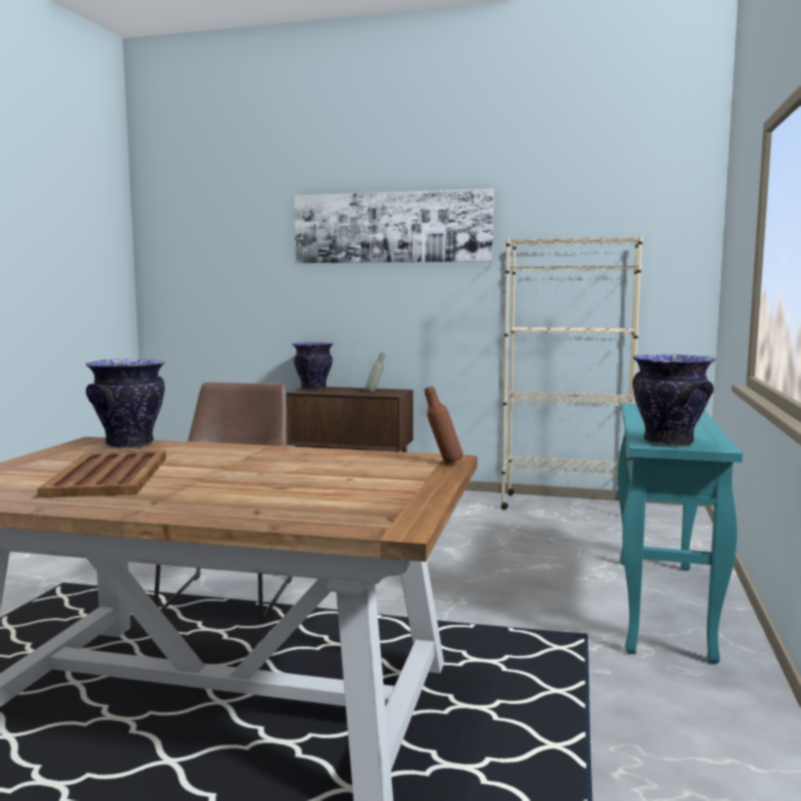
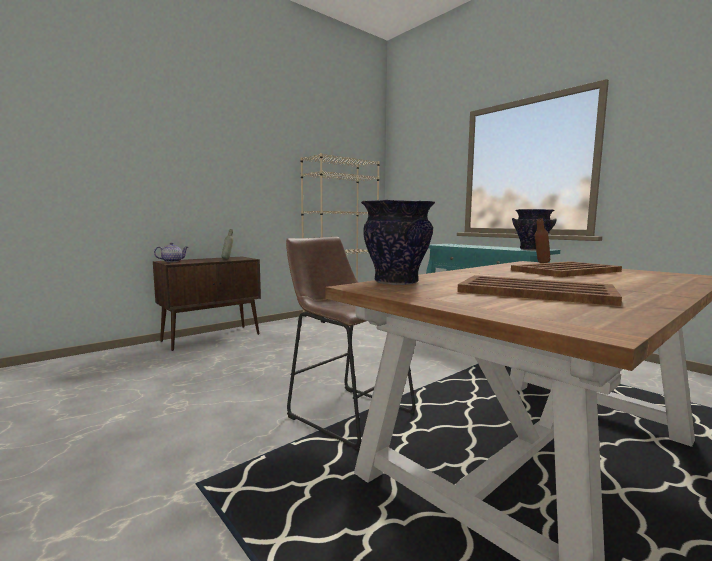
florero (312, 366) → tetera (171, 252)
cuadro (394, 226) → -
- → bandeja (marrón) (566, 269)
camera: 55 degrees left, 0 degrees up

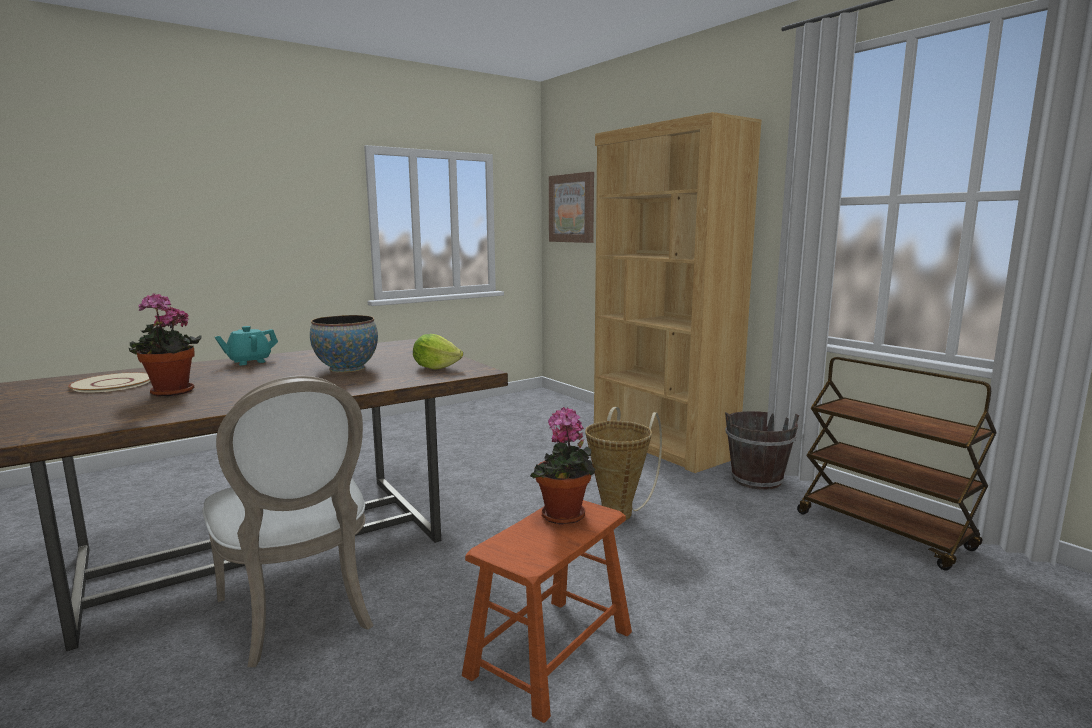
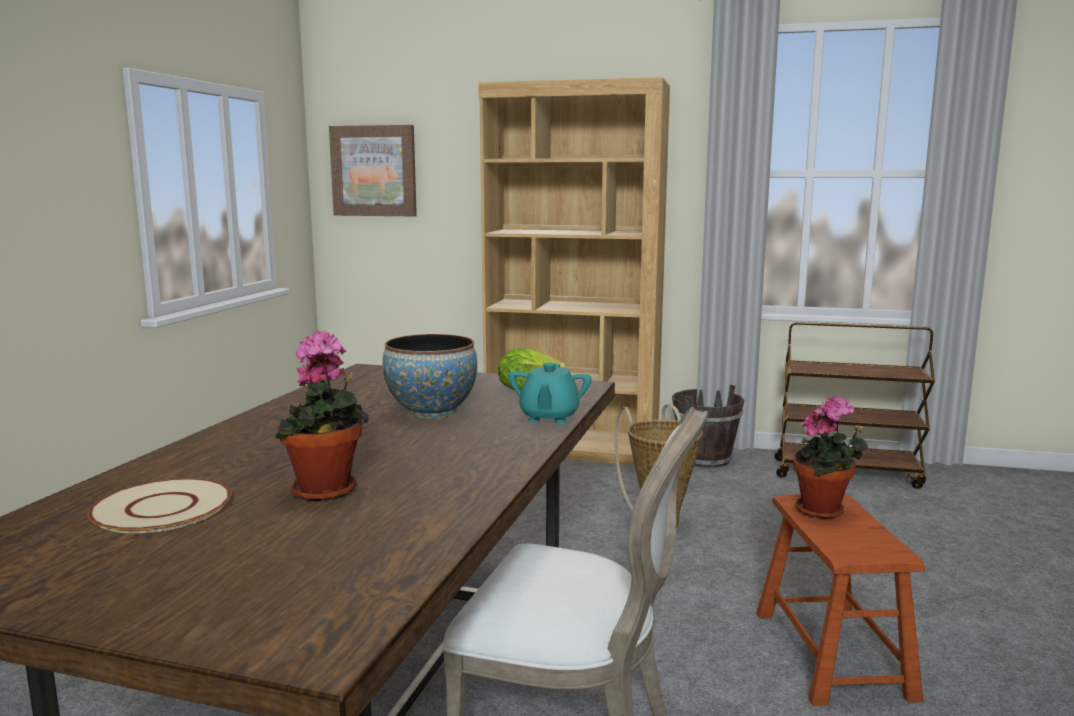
tetera (turquesa) (246, 345) → tetera (turquesa) (550, 393), shifted
camera: 40 degrees left, 0 degrees up

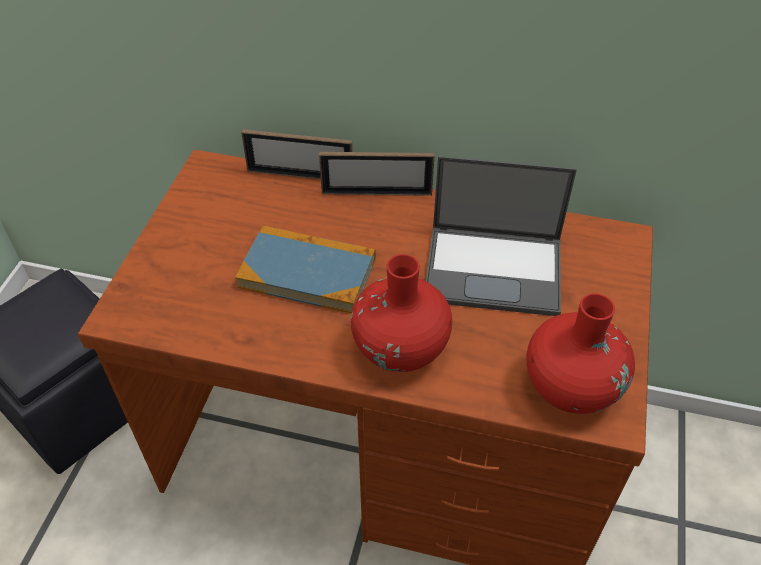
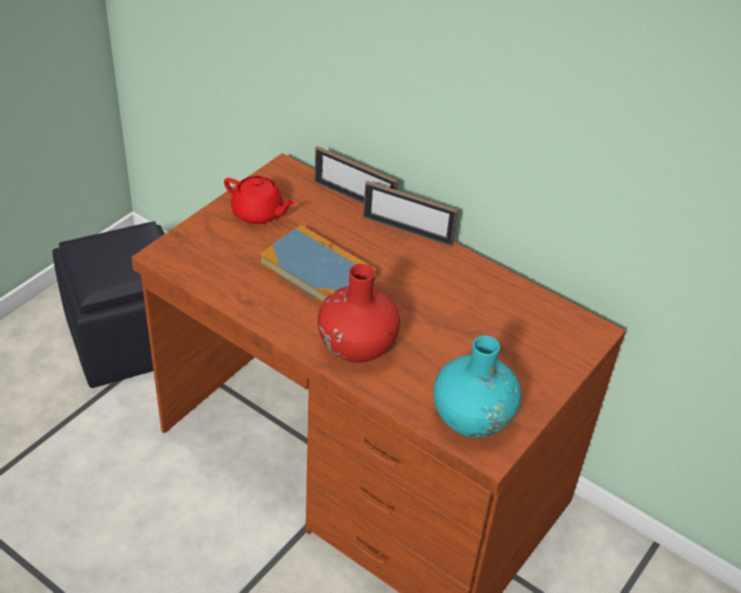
portátil (501, 236) → -
florero (rojo) (580, 353) → florero (turquesa) (477, 386)
- → tetera (rojo) (259, 200)
camera: 20 degrees right, 5 degrees down

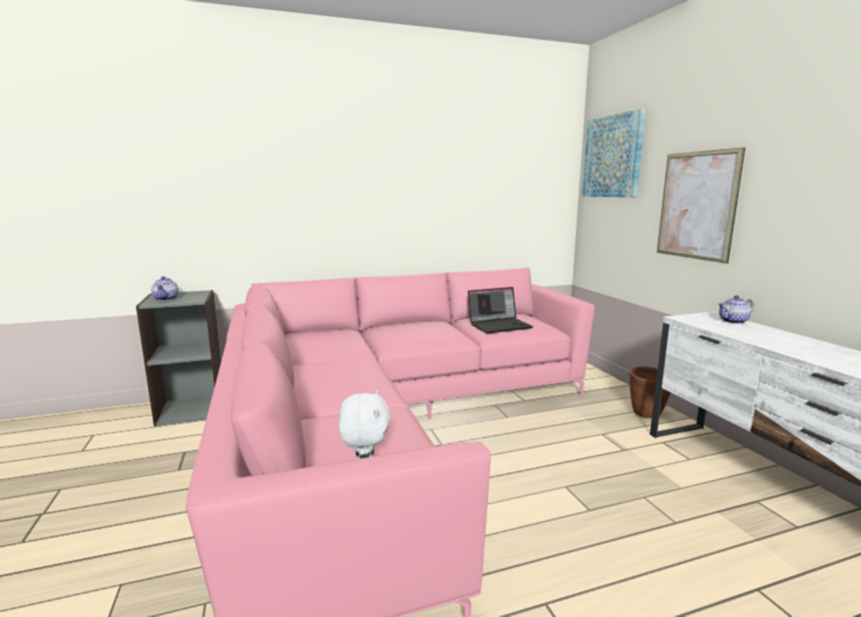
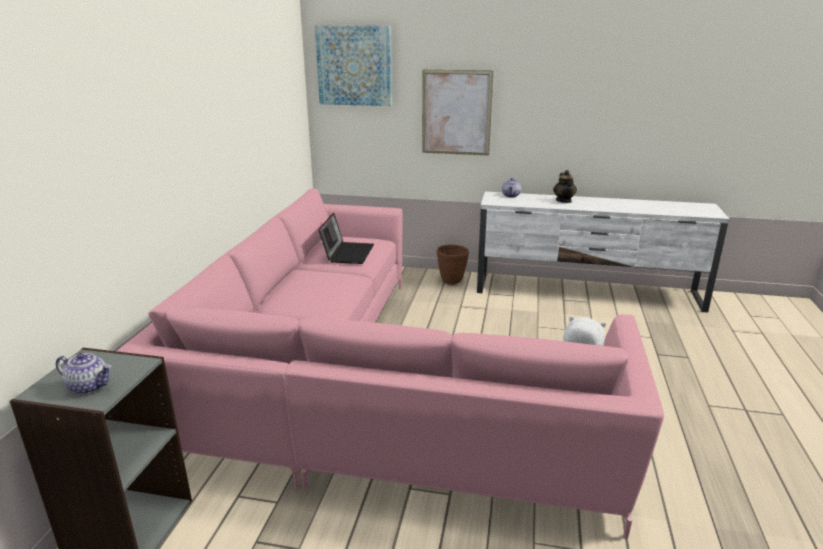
- → tetera (565, 186)
camera: 60 degrees left, 10 degrees up

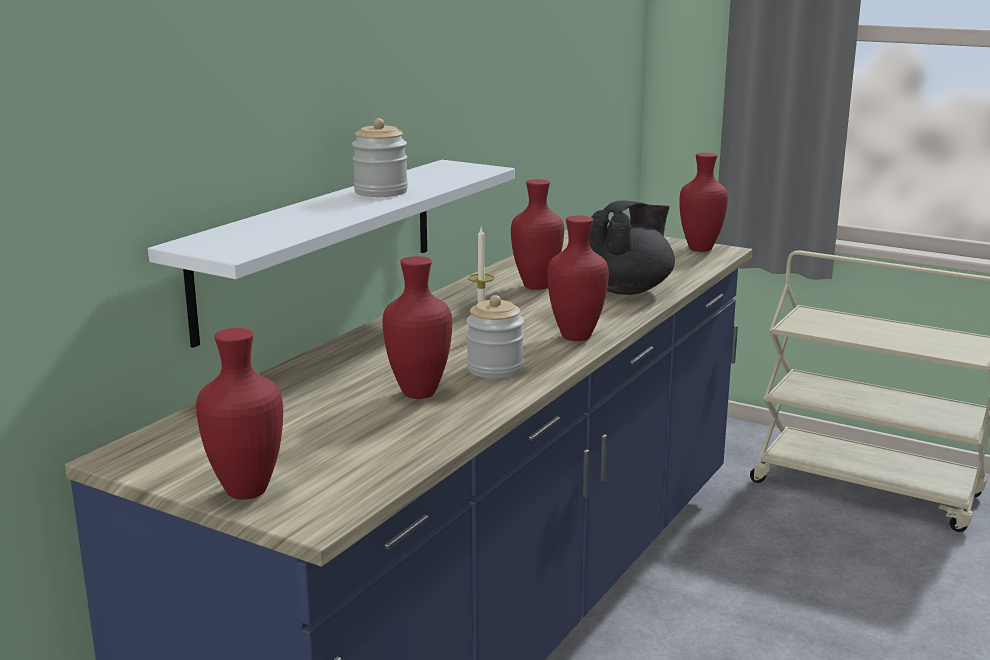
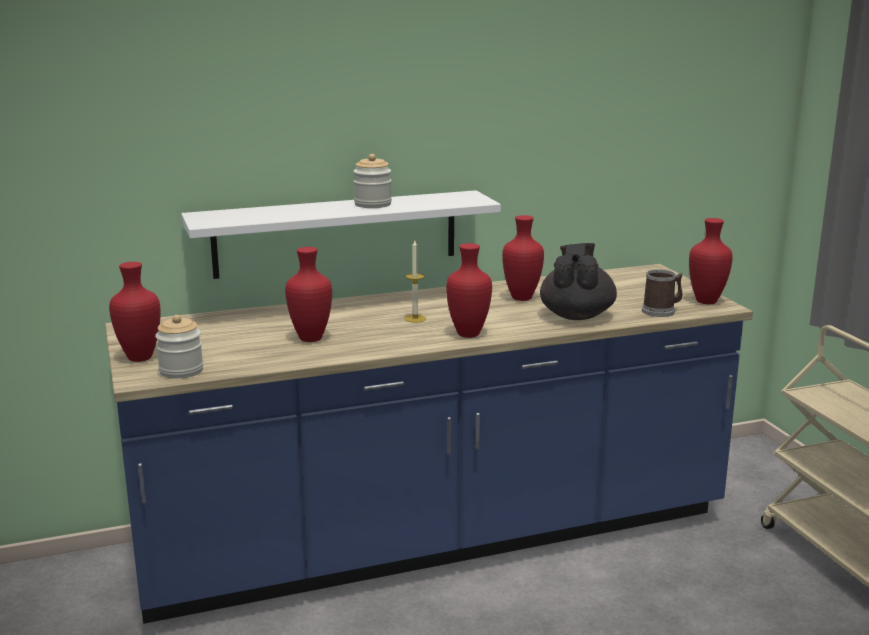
tarro (495, 337) → tarro (179, 347), shifted
tetera (negro) (632, 247) → tetera (negro) (578, 281), 75 degrees counterclockwise
- → taza grande (662, 293)
camera: 40 degrees right, 0 degrees up

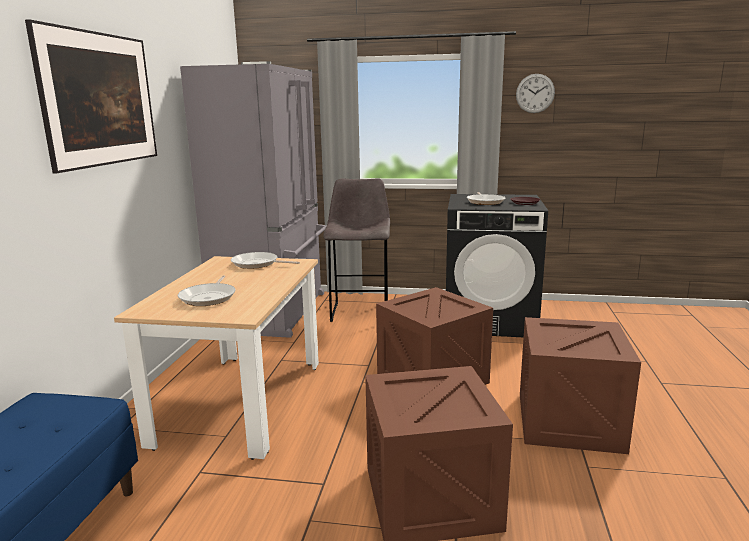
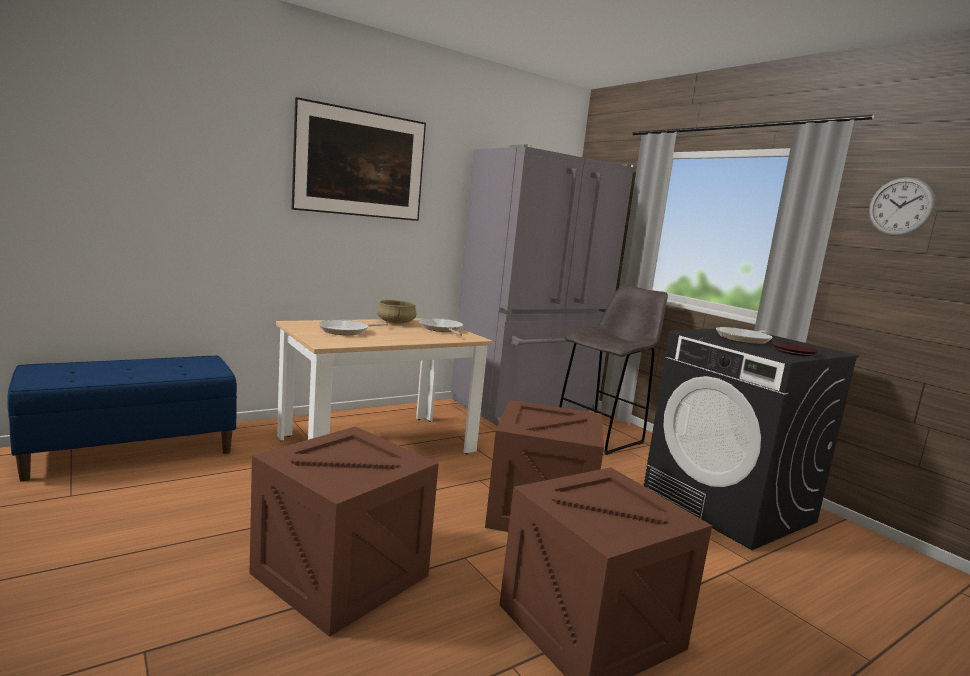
- → olla (beis) (397, 312)
camera: 45 degrees right, 5 degrees down

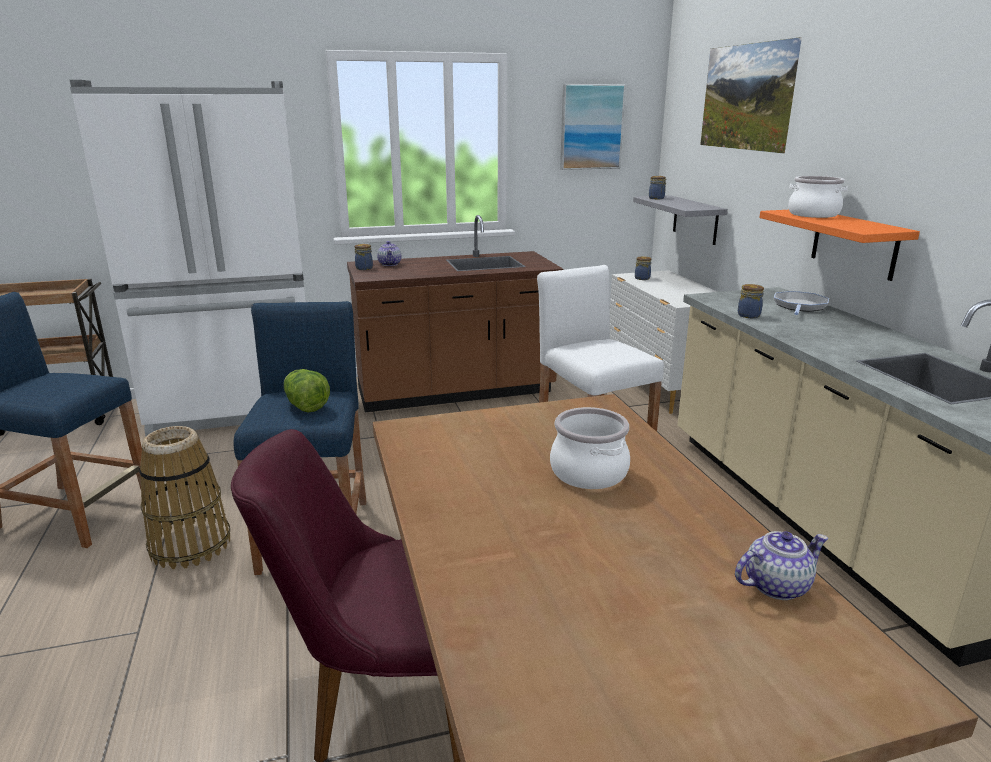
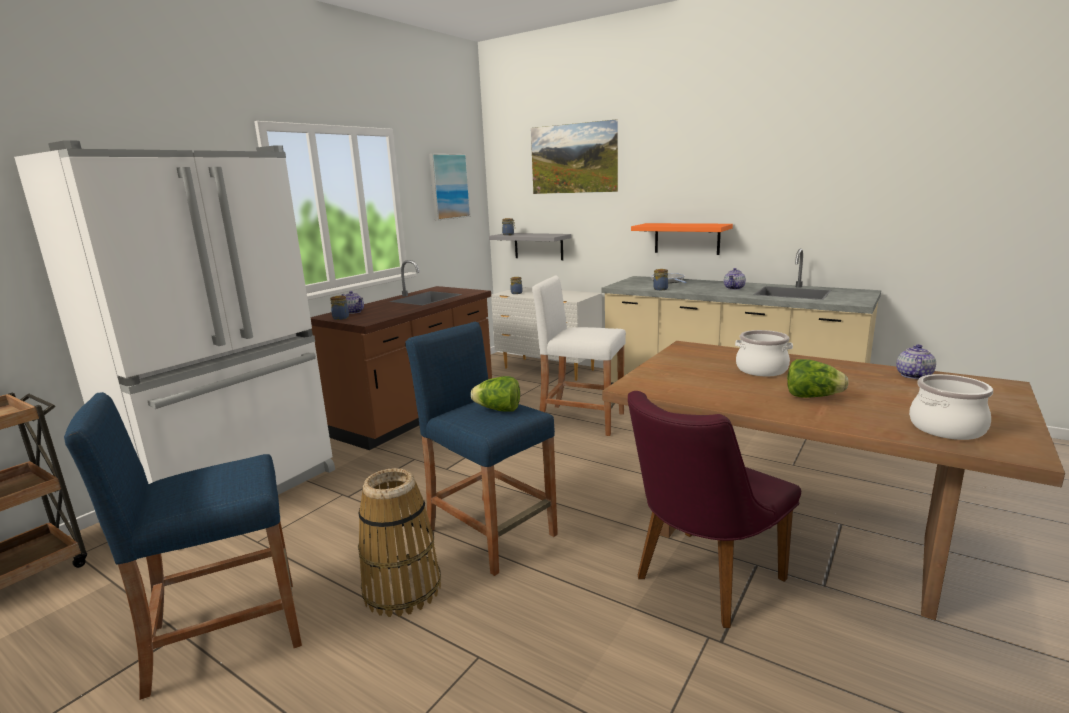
olla (818, 197) → olla (951, 407), shifted
- → tetera (735, 279)
- → lechuga (818, 378)
camera: 40 degrees left, 5 degrees down

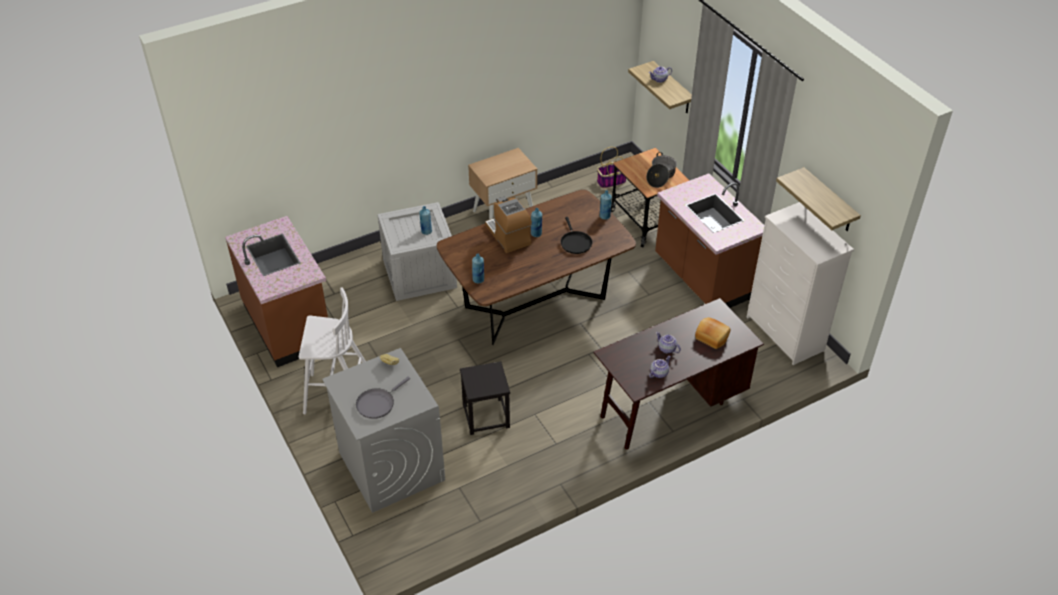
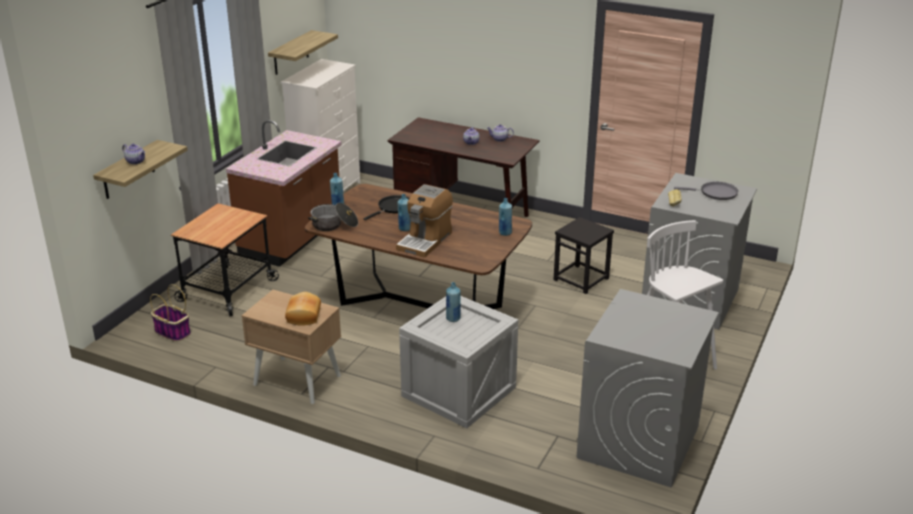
mueble bajo de cocina (marrón) (276, 292) → lavadora (gris) (648, 388)
olla (661, 170) → olla (333, 217), shifted
pan (713, 333) → pan (303, 309), shifted
camera: 125 degrees left, 15 degrees down

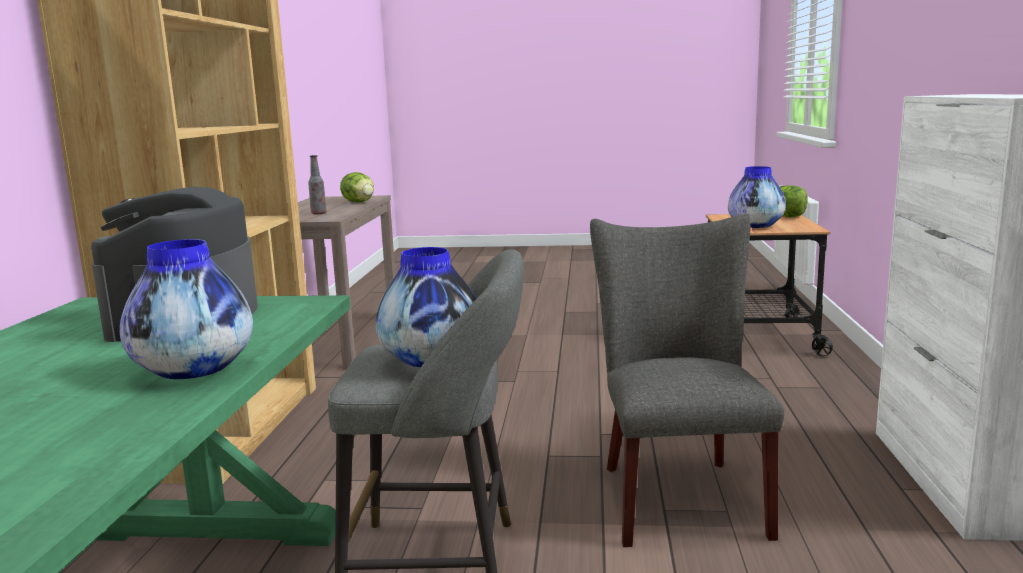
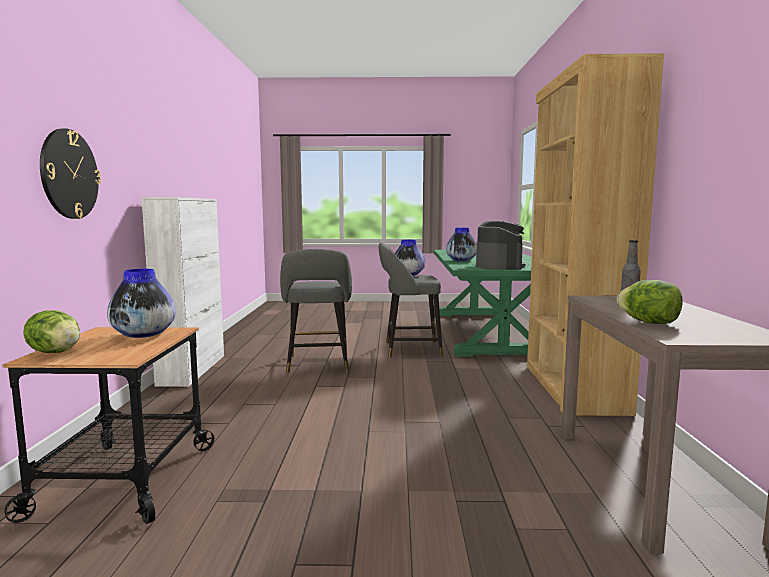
silla (gris) (687, 380) → taburete (gris) (316, 311)
- → reloj de pared (70, 174)
camera: 175 degrees right, 5 degrees down

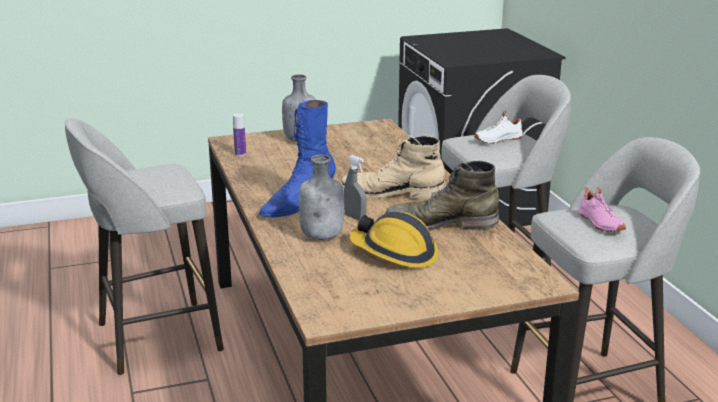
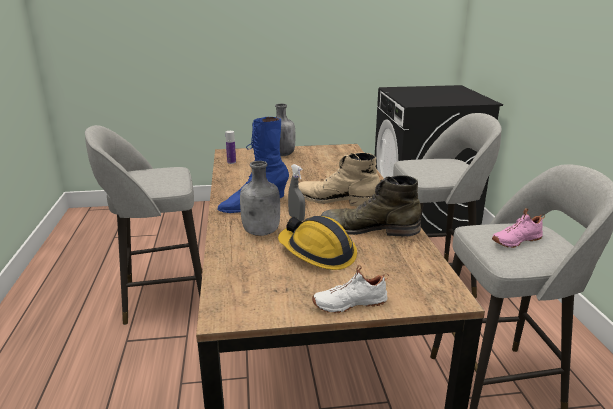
zapato (blanco) (498, 127) → zapato (blanco) (350, 289), shifted
zapato (rosa) (602, 209) → zapato (rosa) (518, 228), 75 degrees clockwise
camera: 10 degrees right, 0 degrees up

